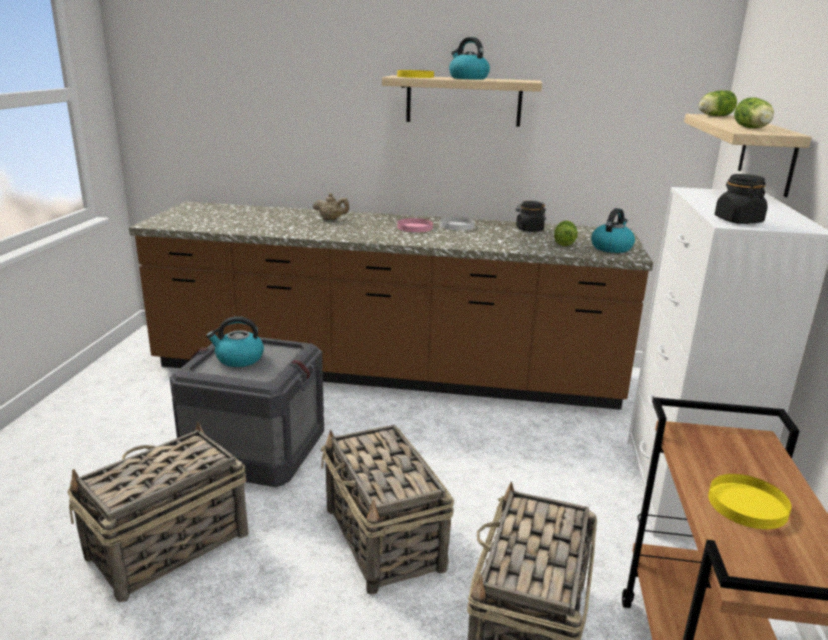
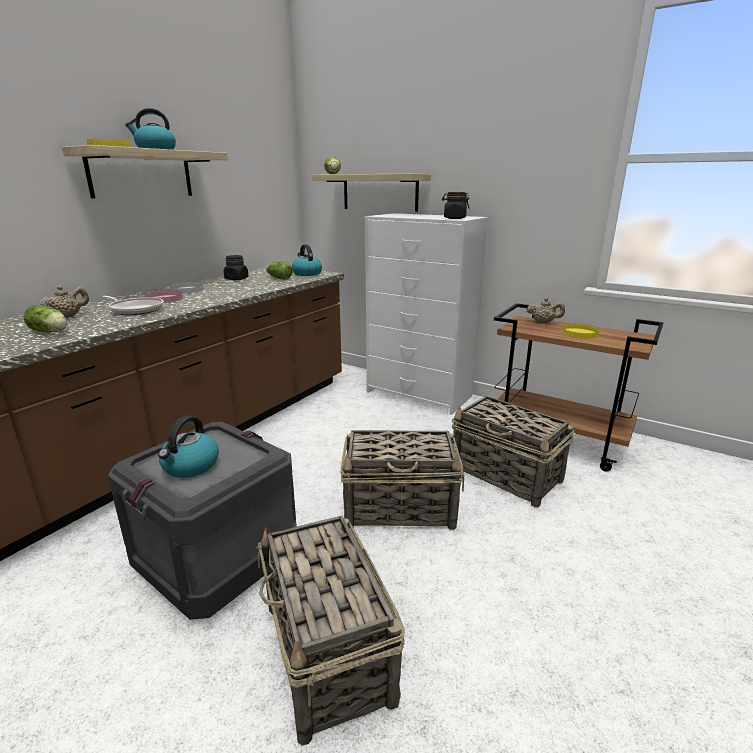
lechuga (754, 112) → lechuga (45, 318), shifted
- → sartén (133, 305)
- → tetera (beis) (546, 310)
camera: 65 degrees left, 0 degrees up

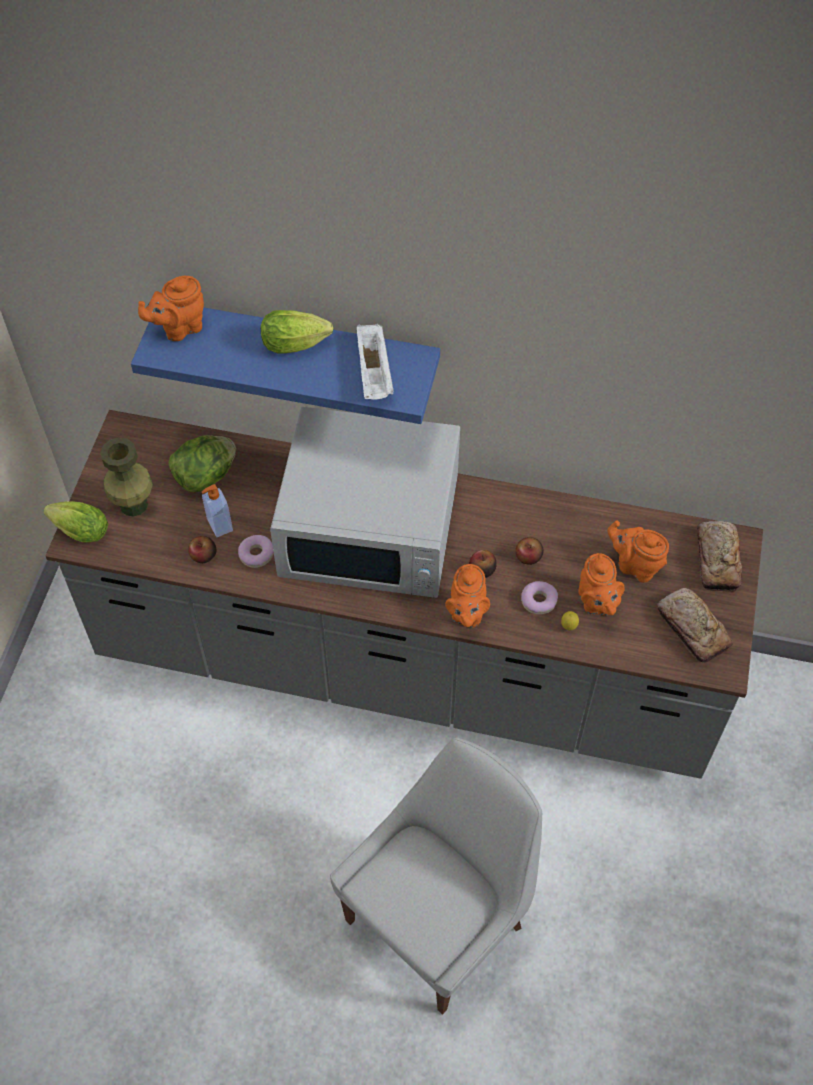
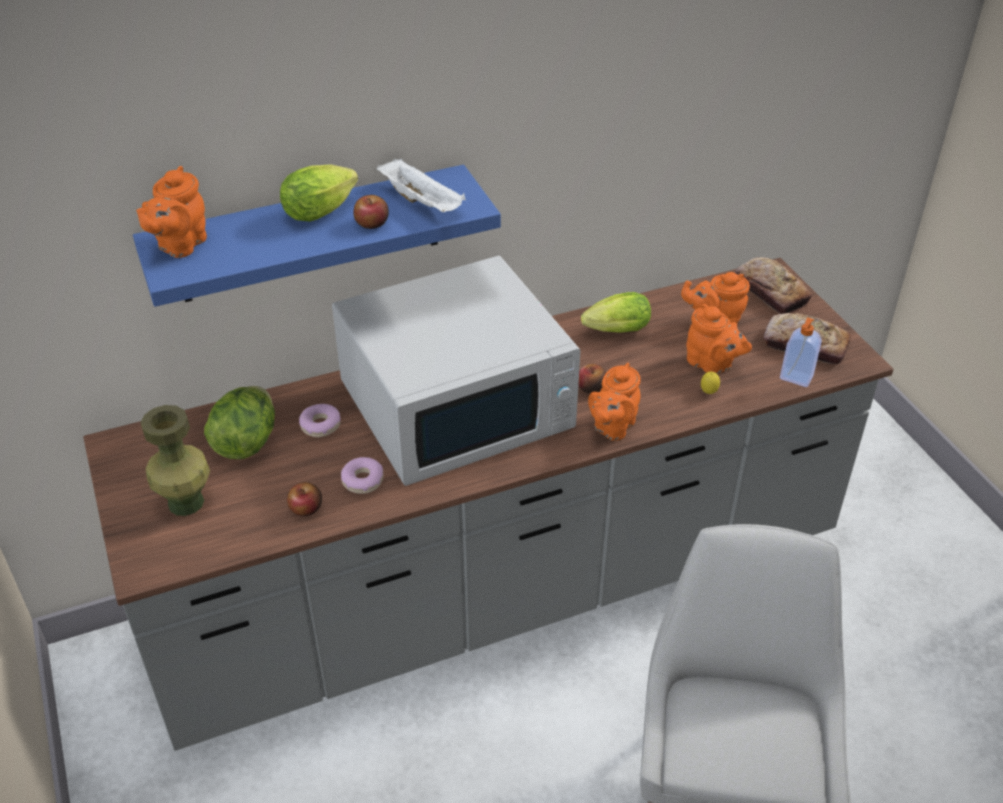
lechuga (76, 522) → lechuga (616, 312), shifted
dispensador de jabón (217, 510) → dispensador de jabón (801, 352), shifted
tetera (naranja) (467, 596) → tetera (naranja) (614, 402), 60 degrees clockwise
manzana (530, 551) → manzana (371, 212), shifted
rosquilla (539, 597) → rosquilla (320, 420), shifted
camera: 35 degrees left, 15 degrees down

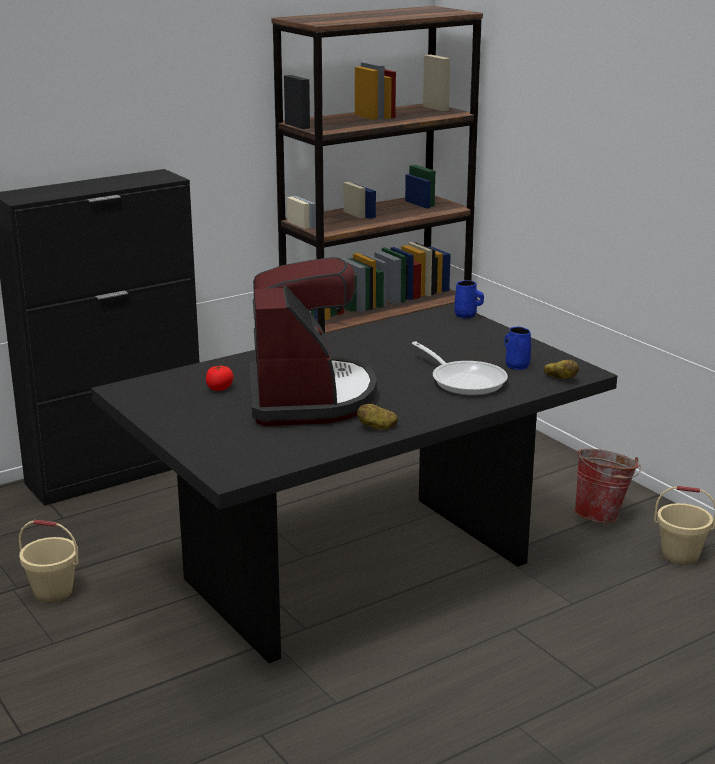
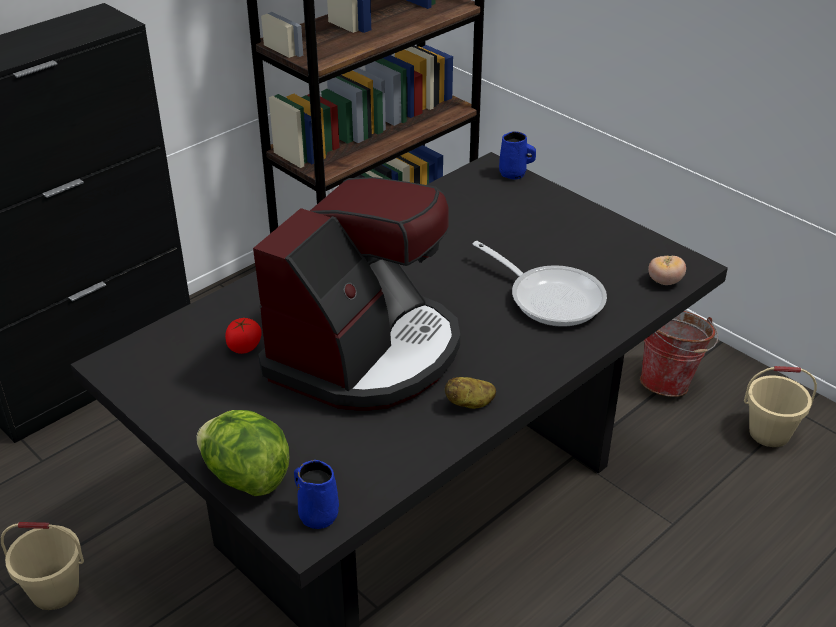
cafetera (313, 341) → cafetera (356, 294), 45 degrees clockwise
taza grande (azul) (518, 348) → taza grande (azul) (316, 494), shifted
patata (561, 369) → tomate (667, 270)
- → lechuga (243, 453)
camera: 10 degrees left, 15 degrees up

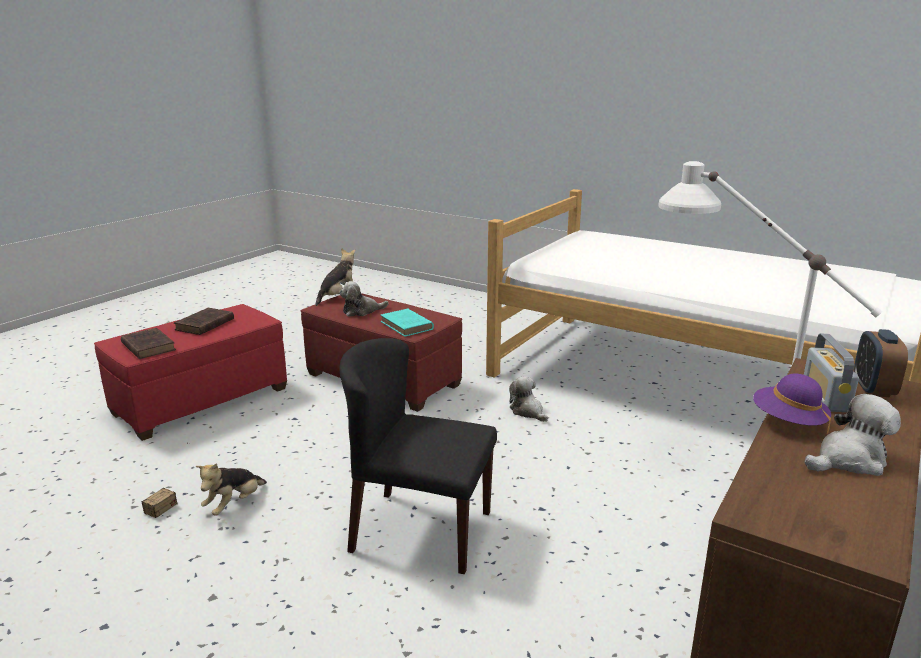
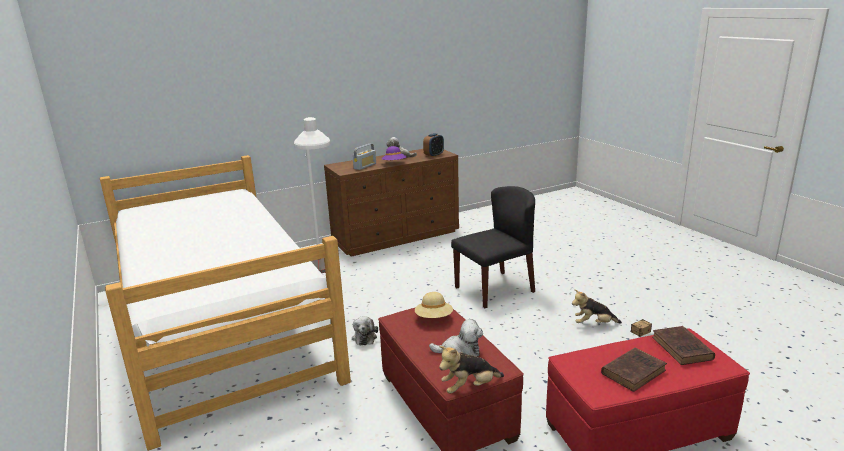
peluche (231, 489) → peluche (597, 306), 150 degrees counterclockwise
silla (negro) (418, 456) → silla (negro) (493, 247), 75 degrees counterclockwise
libro (turquesa) (407, 322) → sombrero (beis) (434, 305)
despertador (881, 363) → despertador (433, 145), shifted
camera: 150 degrees left, 0 degrees up

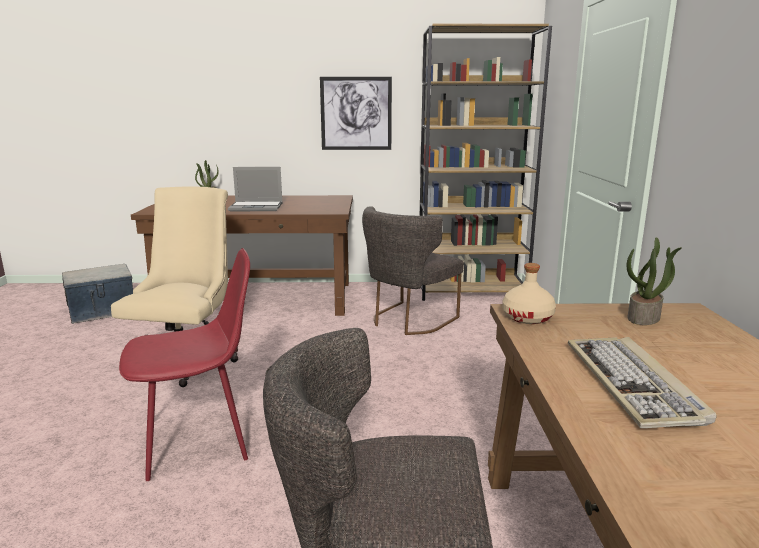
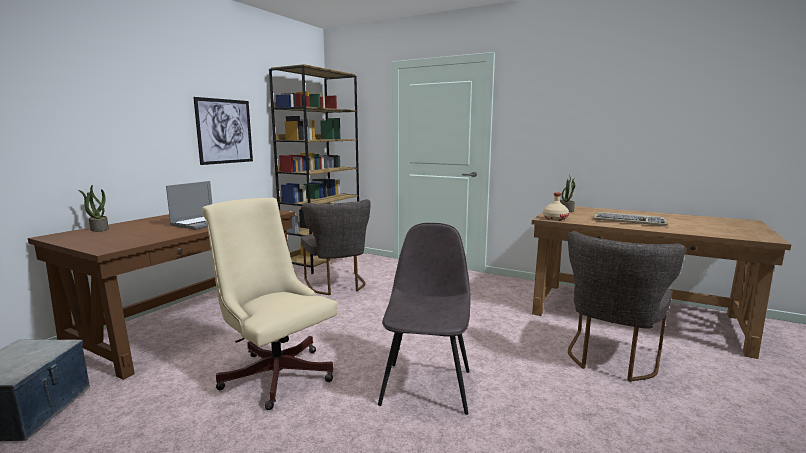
silla (rojo) (184, 364) → silla (gris) (424, 319)
camera: 60 degrees left, 5 degrees down

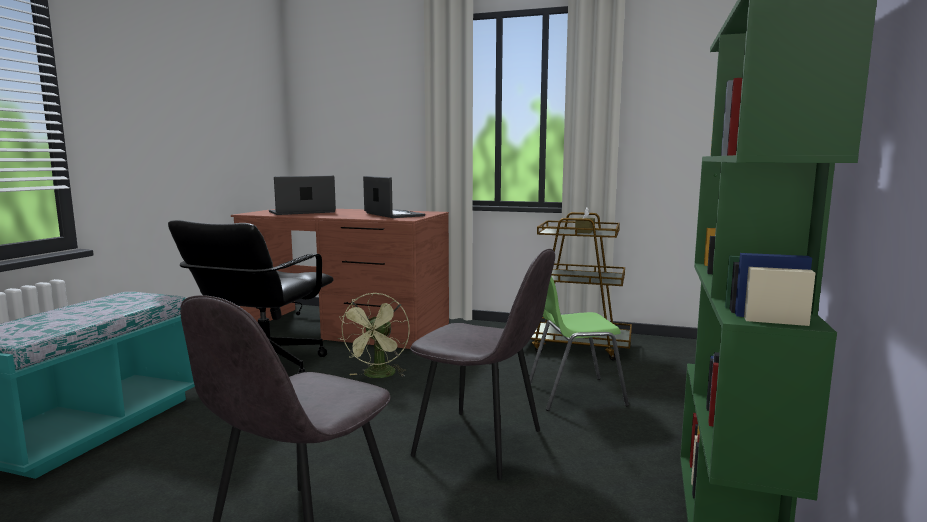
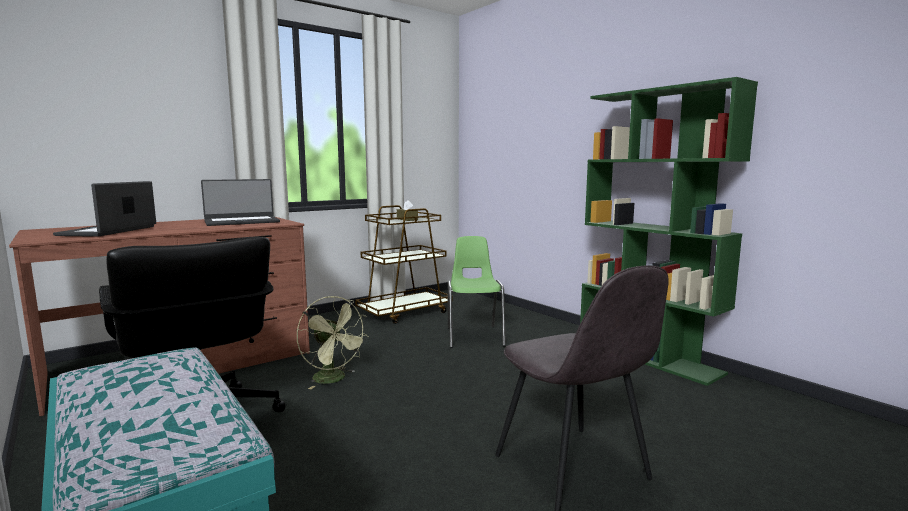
portátil (394, 197) → portátil (240, 202), 150 degrees clockwise
silla (gris) (482, 364) → -
silla (verde) (579, 343) → silla (verde) (477, 292), 150 degrees clockwise
camera: 55 degrees left, 0 degrees up

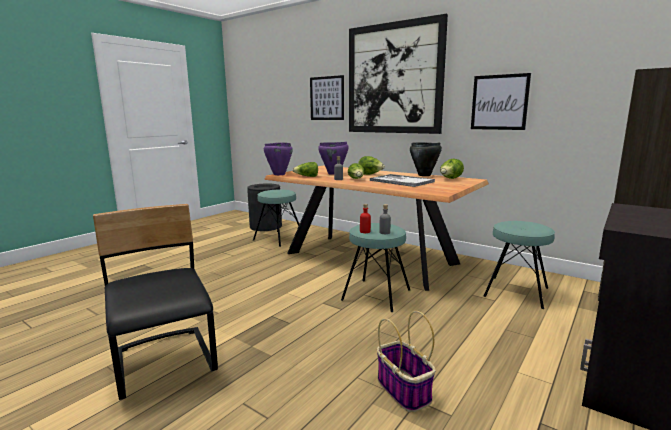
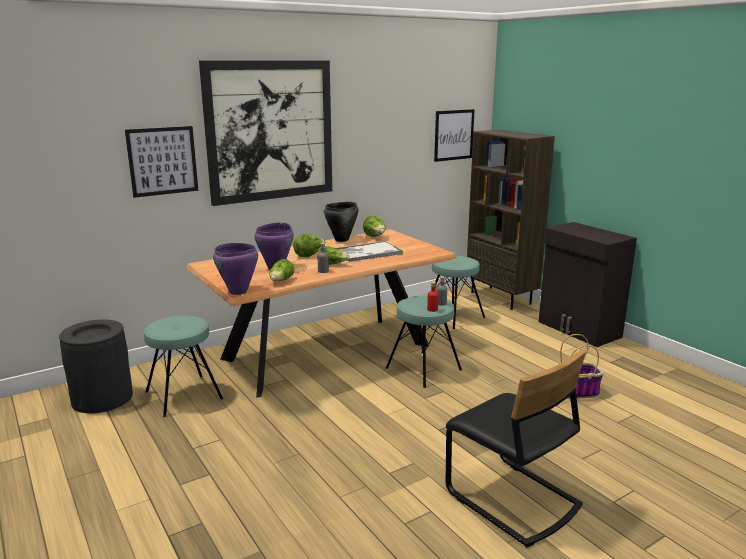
silla (negro) (155, 302) → silla (negro) (516, 449), 120 degrees counterclockwise
cuadro (501, 101) → cuadro (454, 135), shifted
camera: 70 degrees left, 5 degrees up

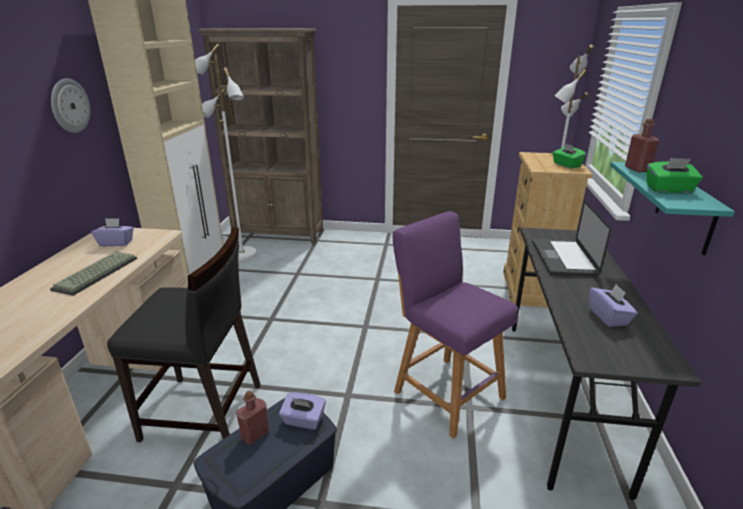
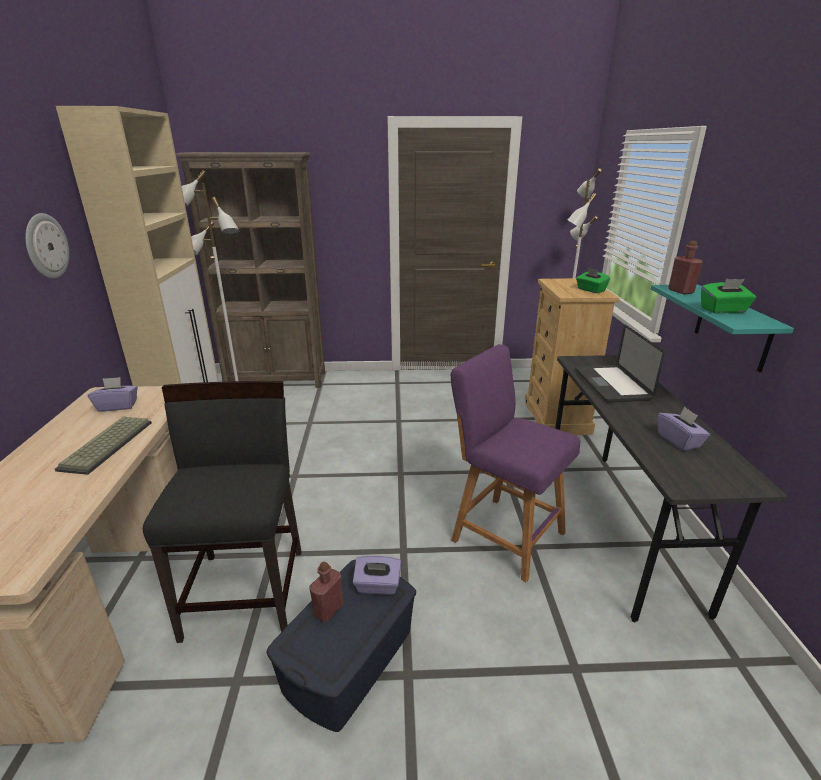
silla (negro) (184, 334) → silla (negro) (222, 512), 90 degrees counterclockwise
camera: 10 degrees left, 0 degrees up

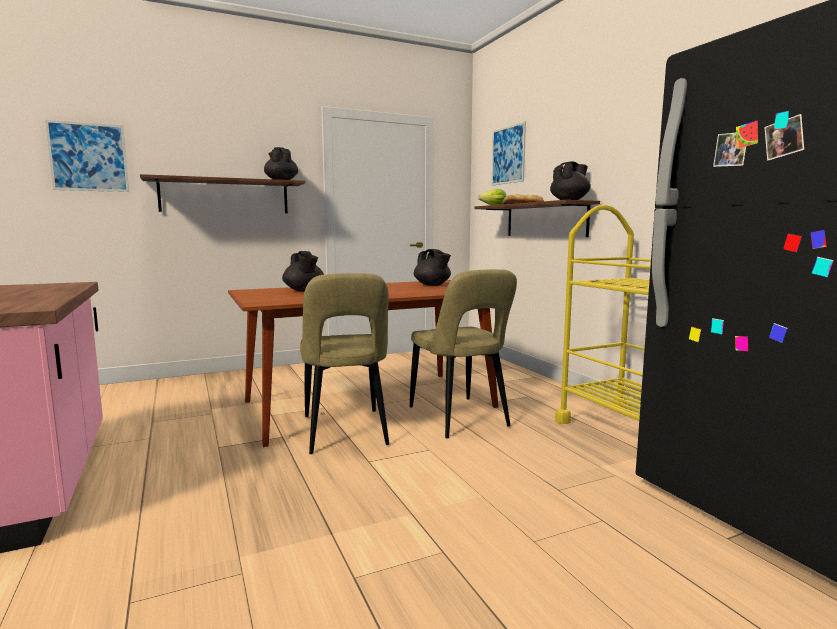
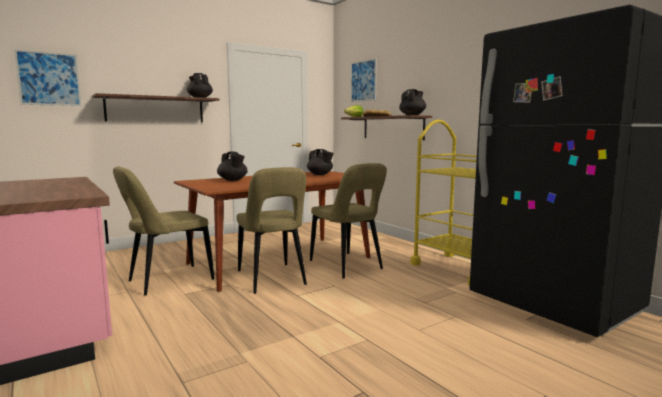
- → silla (beis) (163, 231)
camera: 10 degrees left, 0 degrees up

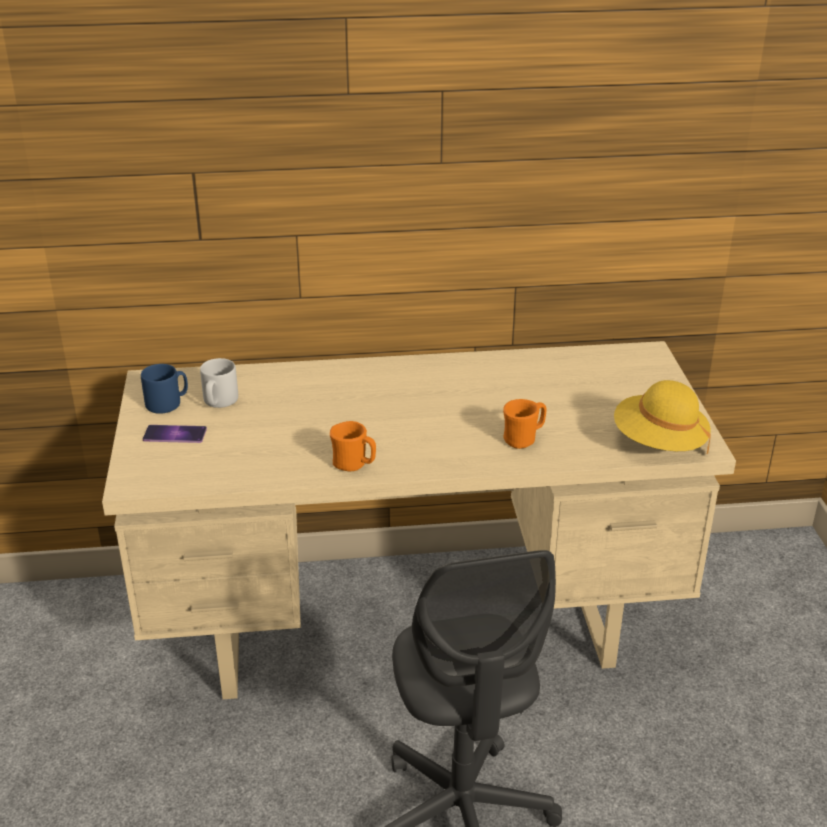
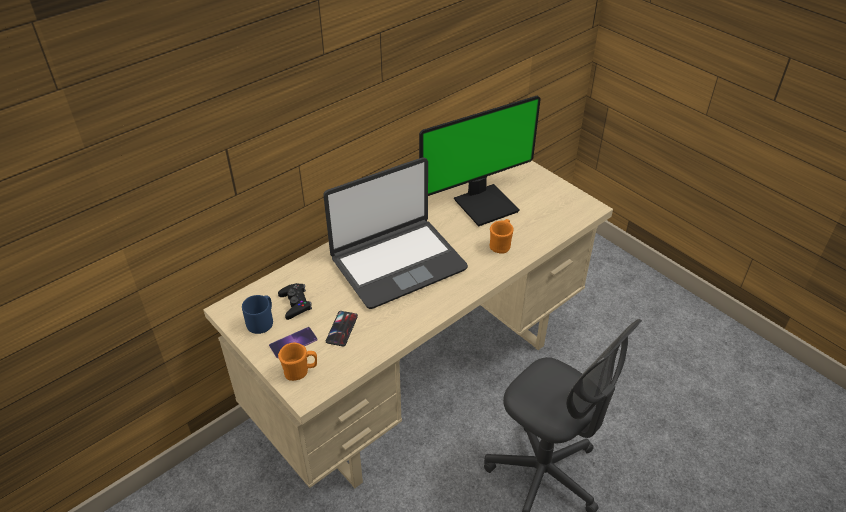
taza grande (gris) (219, 383) → mando de consola (negro) (295, 301)
taza grande (naranja) (353, 446) → taza grande (naranja) (297, 362), shifted
sombrero (amarillo) (662, 417) → -
- → portátil (395, 233)
- → móvil (342, 328)
- → monitor (480, 160)
camera: 35 degrees left, 10 degrees up

